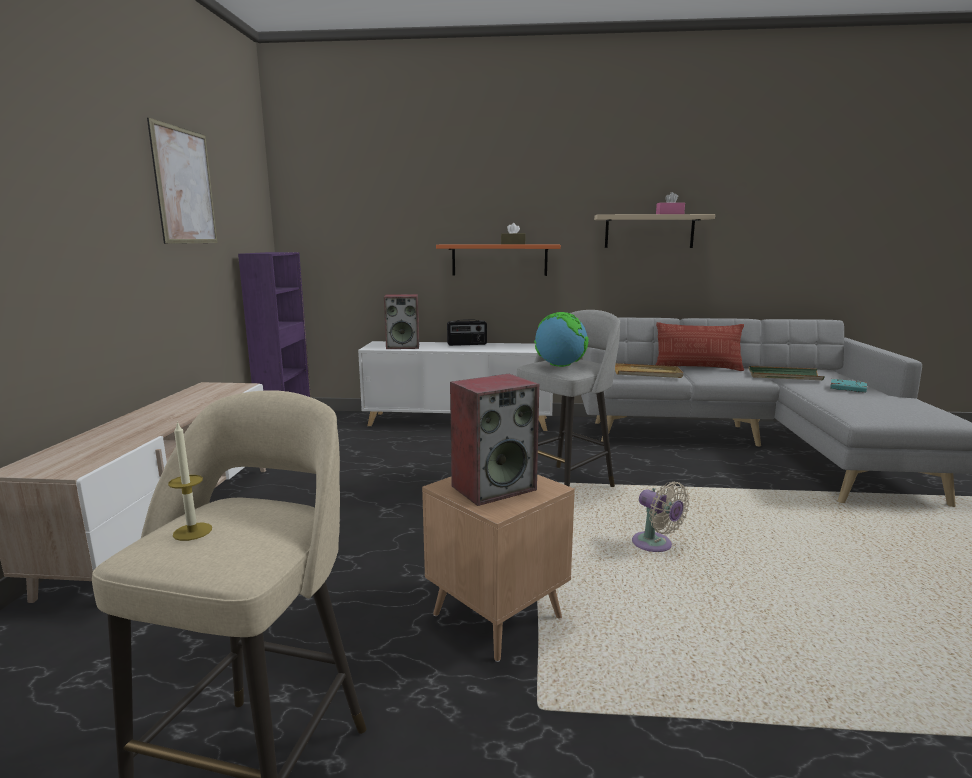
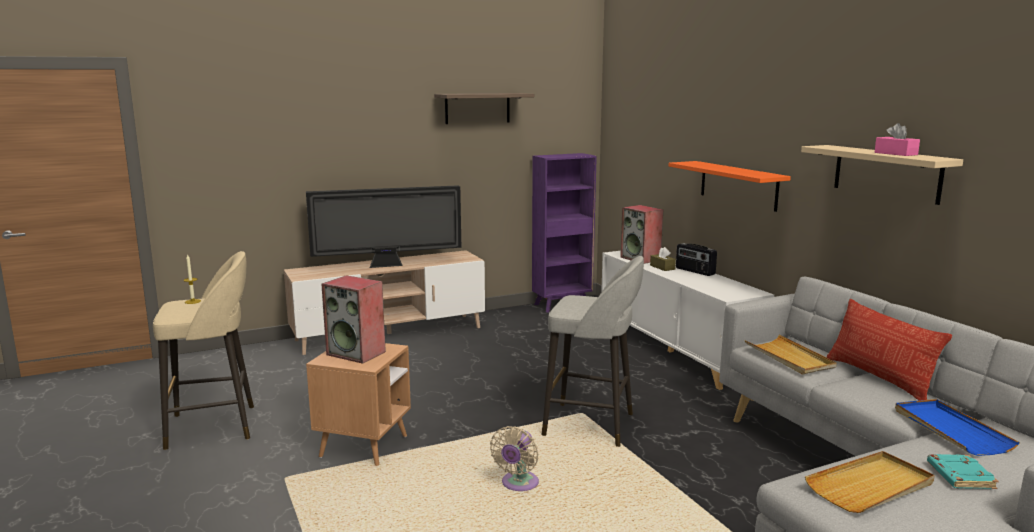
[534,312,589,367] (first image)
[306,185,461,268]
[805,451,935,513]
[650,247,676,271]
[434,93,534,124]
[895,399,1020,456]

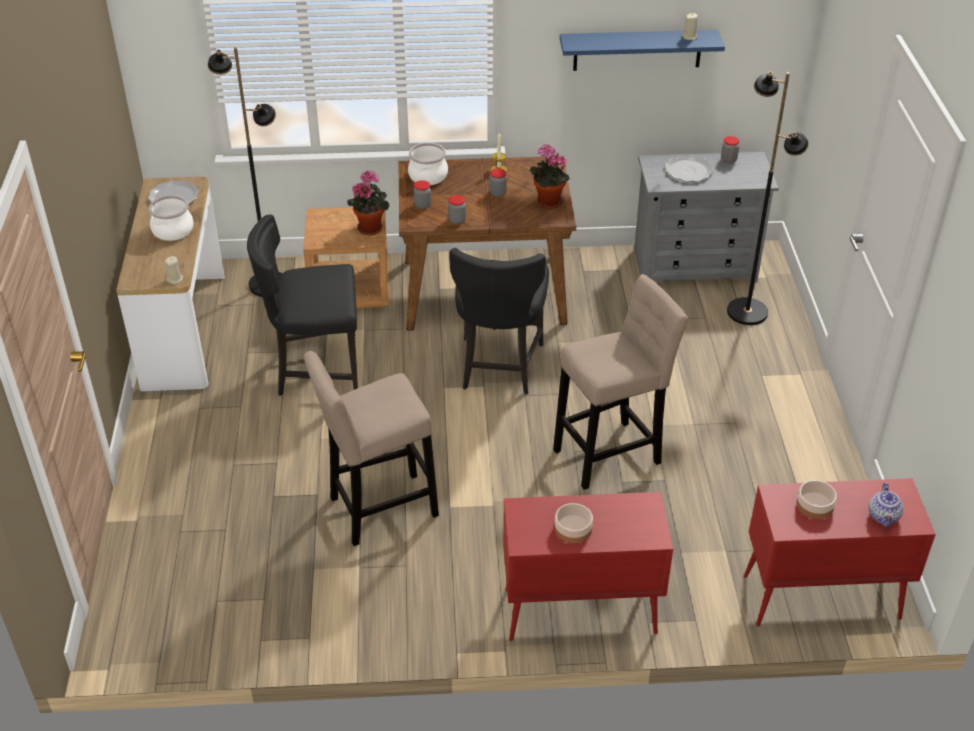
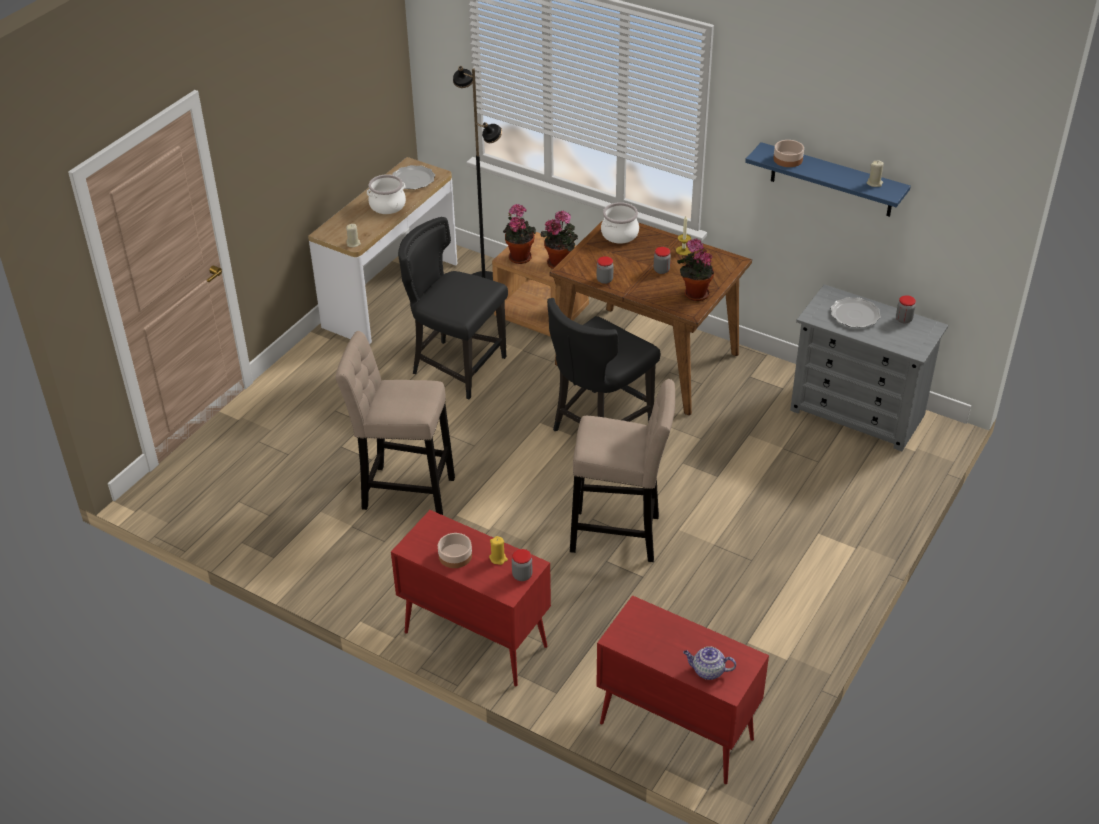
[727,71,808,325] (first image)
[489,536,508,565]
[503,204,536,264]
[512,549,533,581]
[773,140,804,167]
[683,646,736,680]

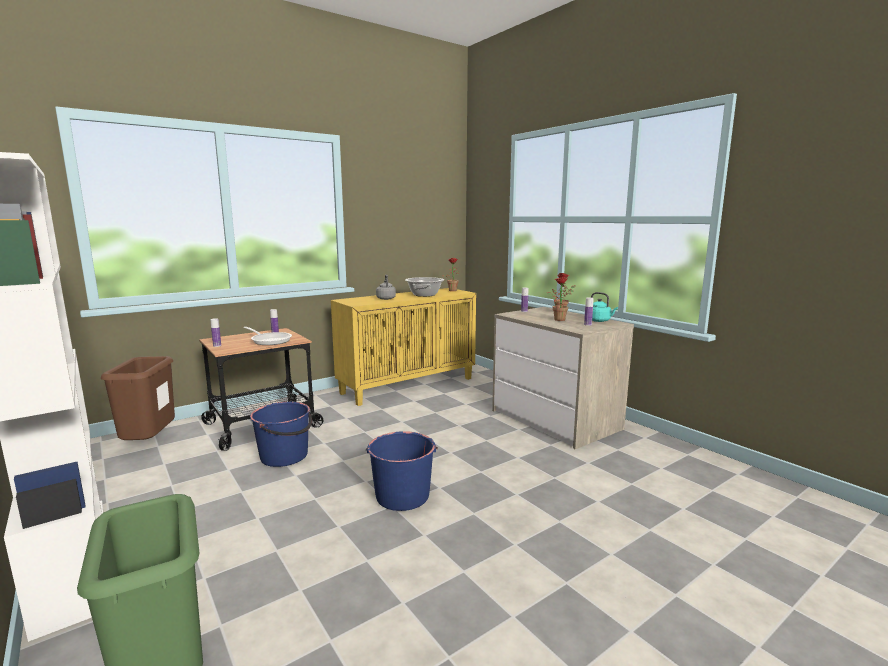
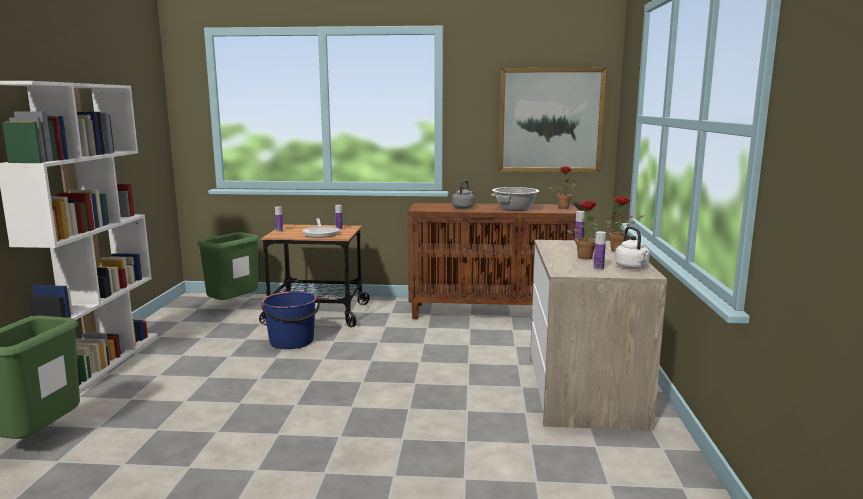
[366,431,438,511] (first image)
[499,68,606,172]
[197,232,260,300]
[408,203,579,319]
[615,226,650,269]

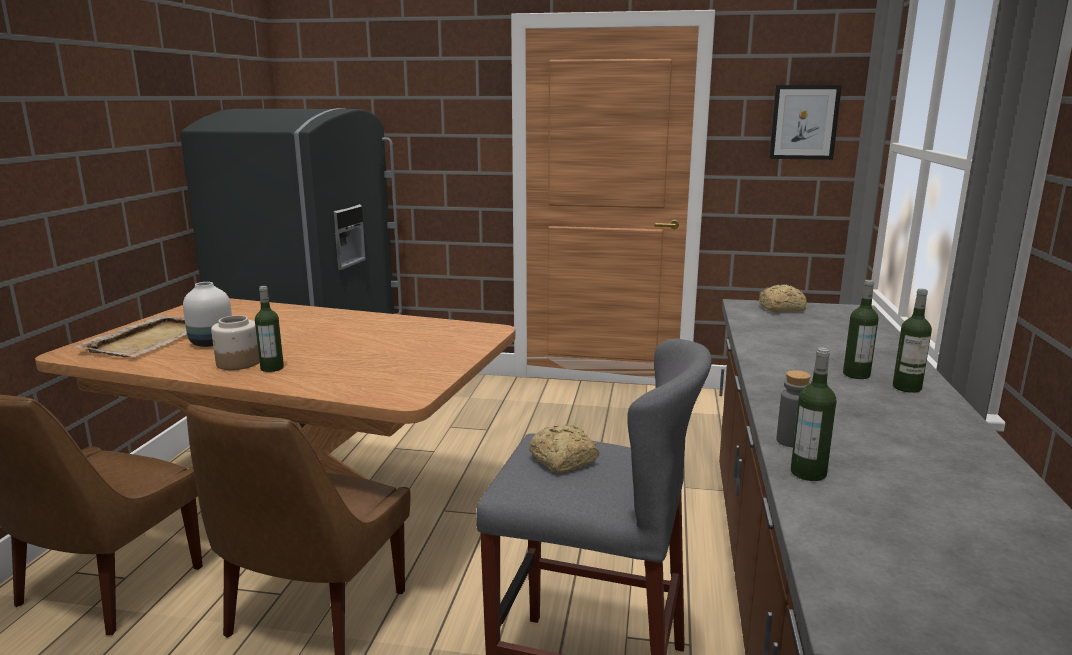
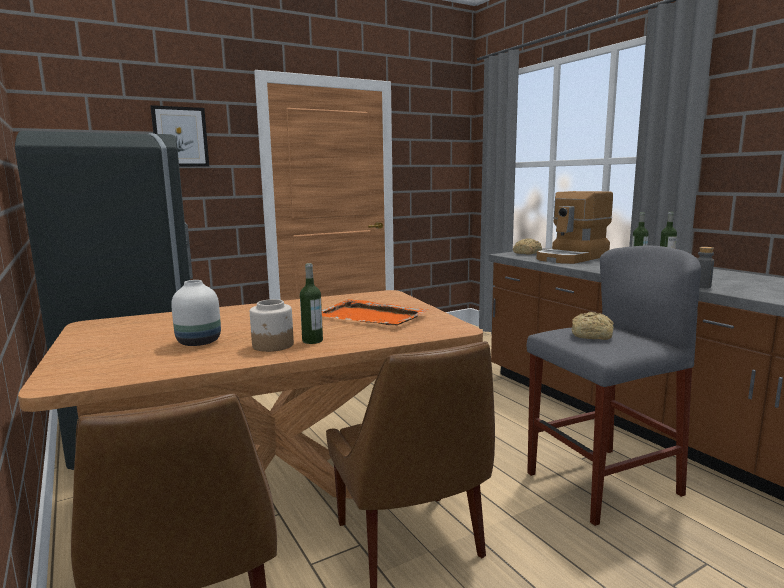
[75,315,187,357] (first image)
[791,348,836,481] (first image)
[322,299,428,326]
[537,191,613,264]
[150,105,209,167]

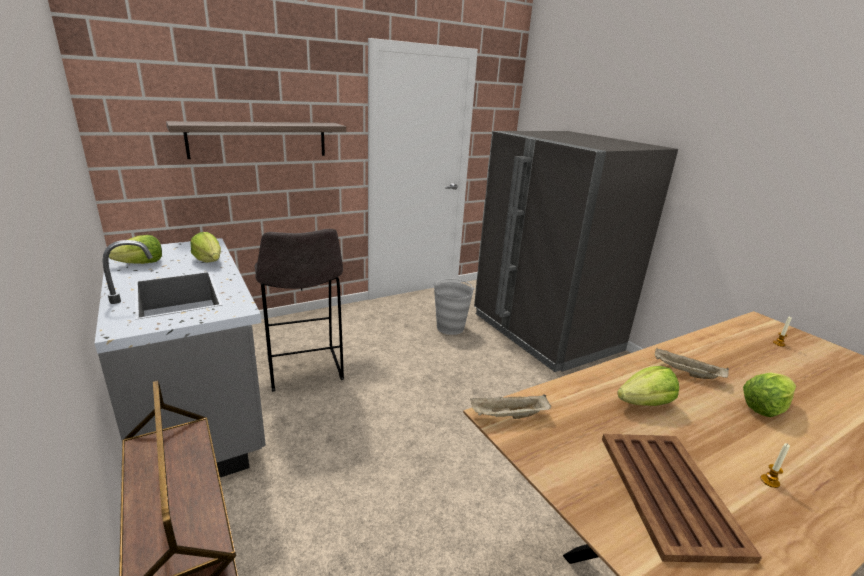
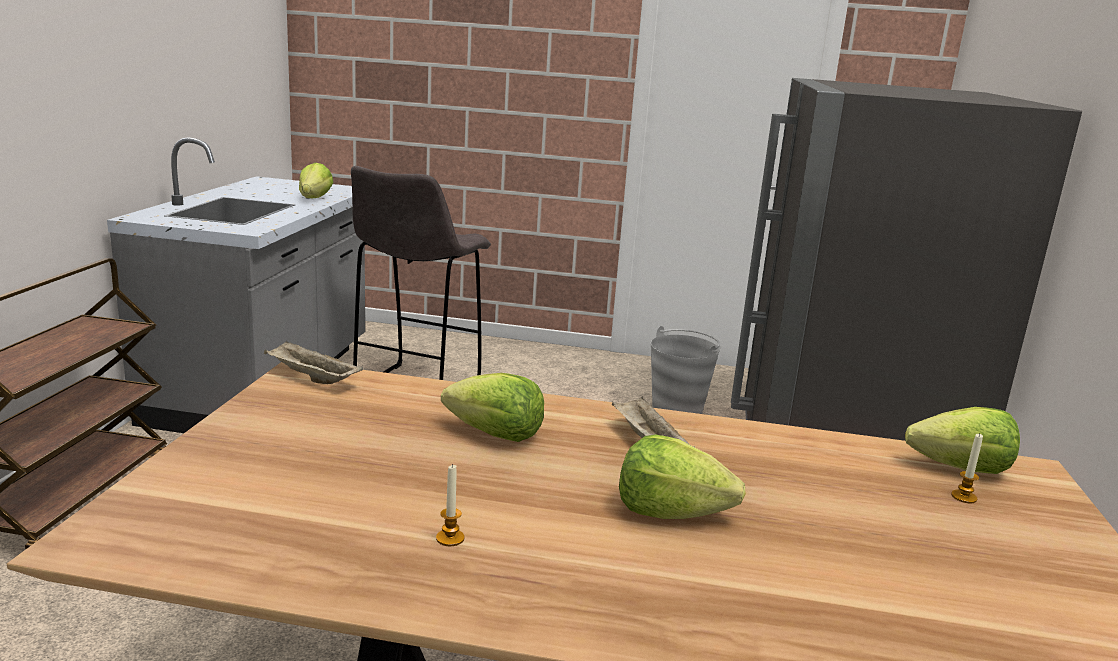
[166,121,346,159] (first image)
[602,434,762,564] (first image)
[905,407,1020,474]

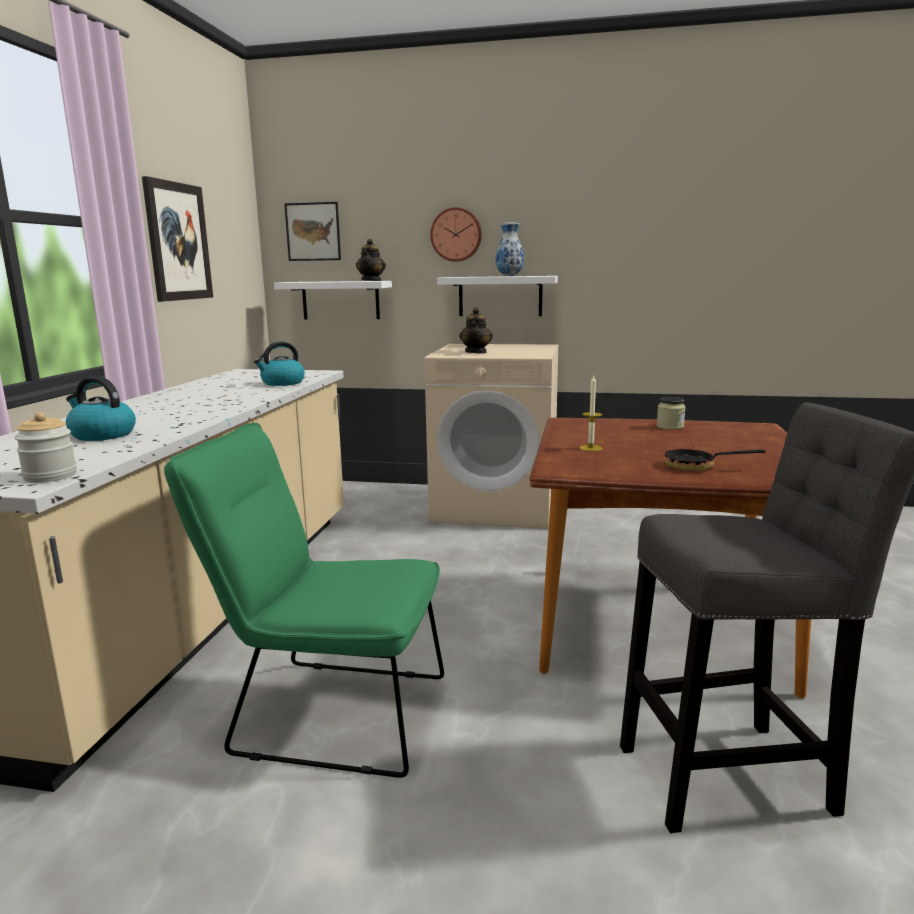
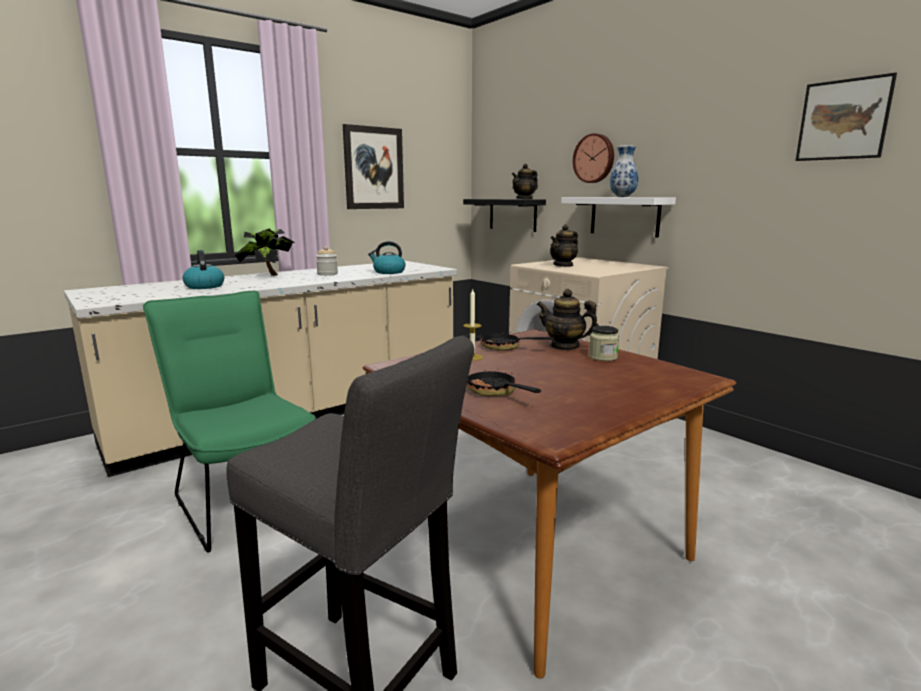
[234,229,295,276]
[480,326,555,351]
[537,289,599,351]
[316,246,338,276]
[796,73,897,161]
[463,199,546,232]

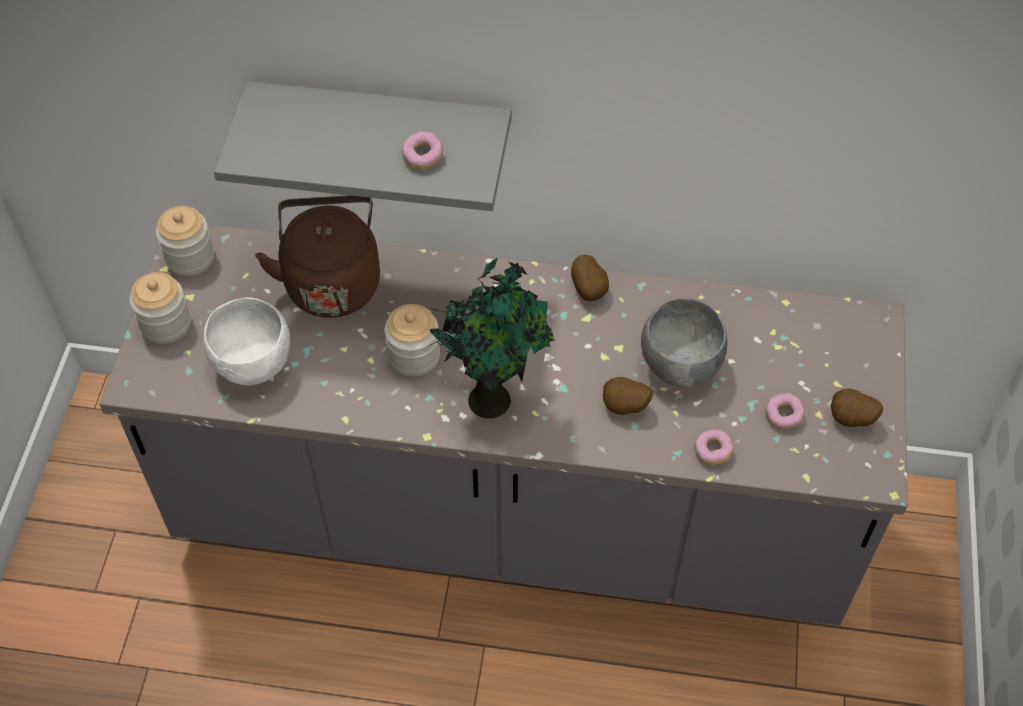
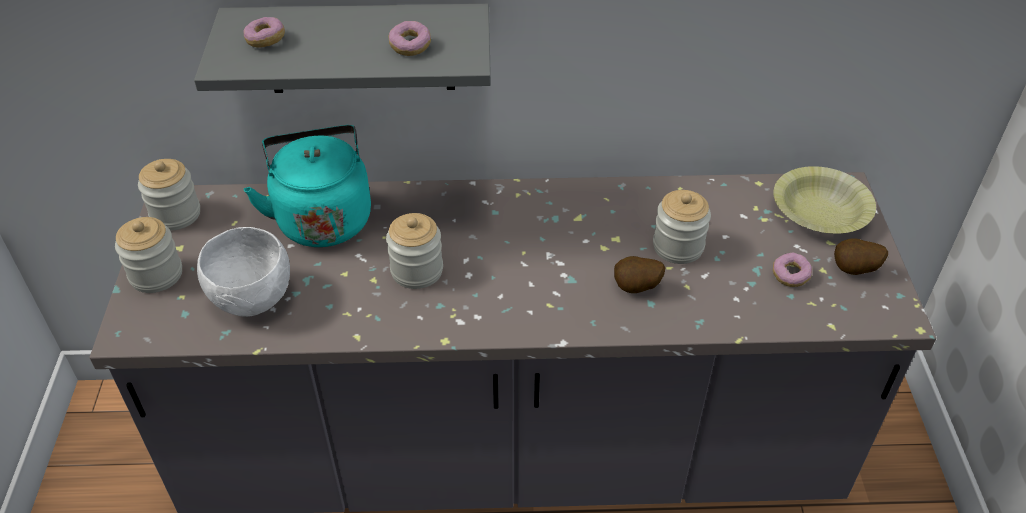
[429,257,555,419] (first image)
[571,255,609,301] (first image)
[773,166,876,234]
[244,17,285,48]
[653,190,711,264]
[244,125,371,247]

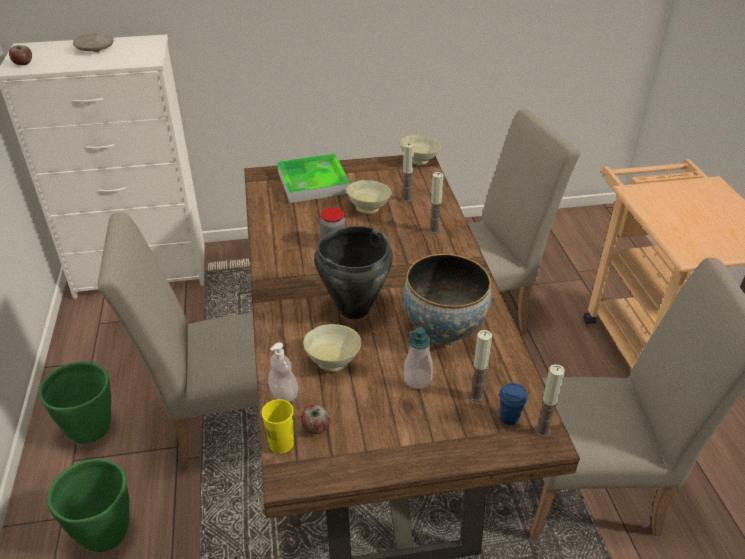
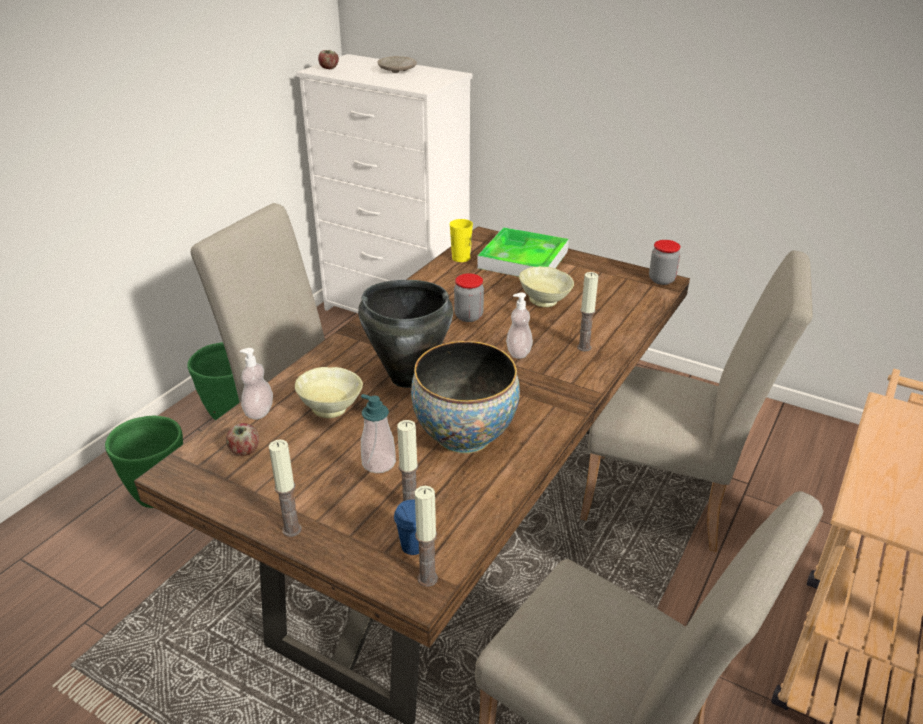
[506,292,533,359]
[450,219,473,262]
[269,440,302,537]
[649,240,680,285]

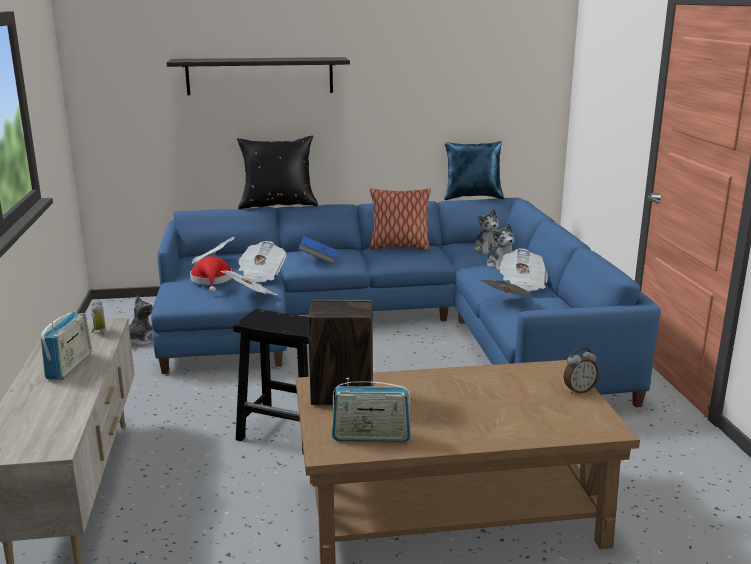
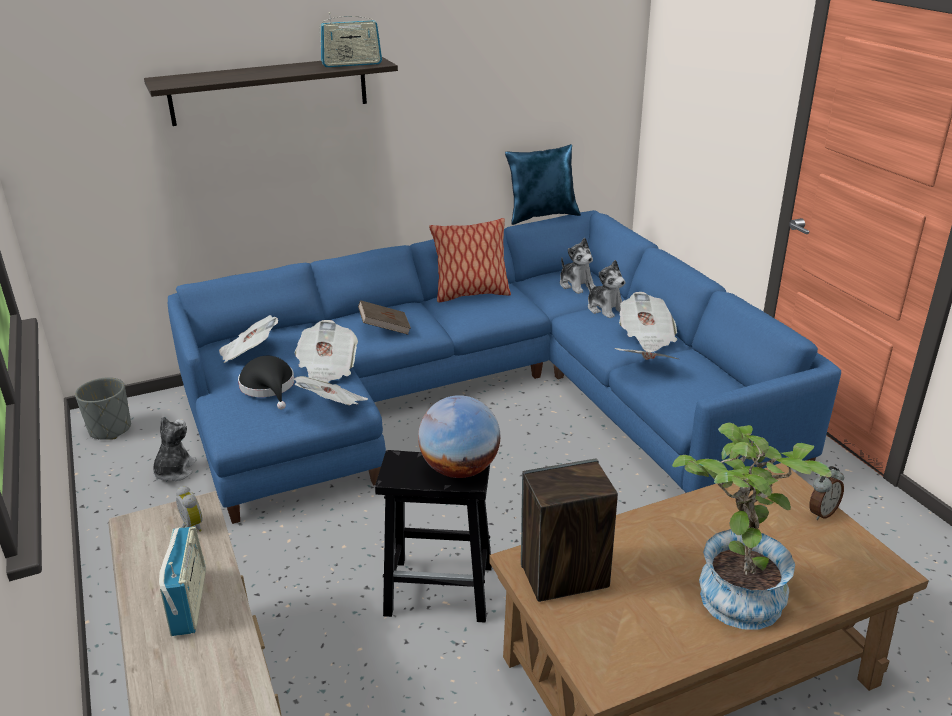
[237,136,318,209] (first image)
[75,377,131,440]
[418,395,500,478]
[672,422,832,629]
[319,12,382,67]
[238,356,294,409]
[358,300,411,335]

